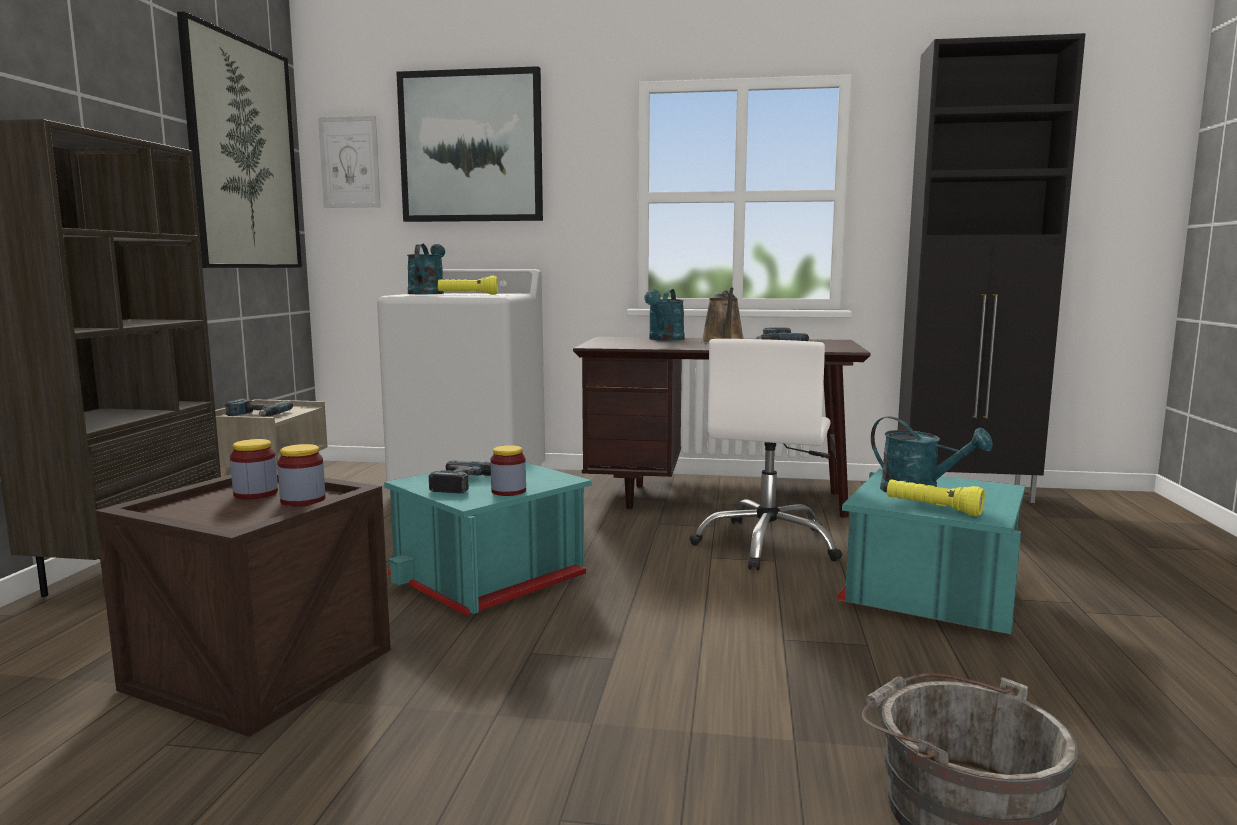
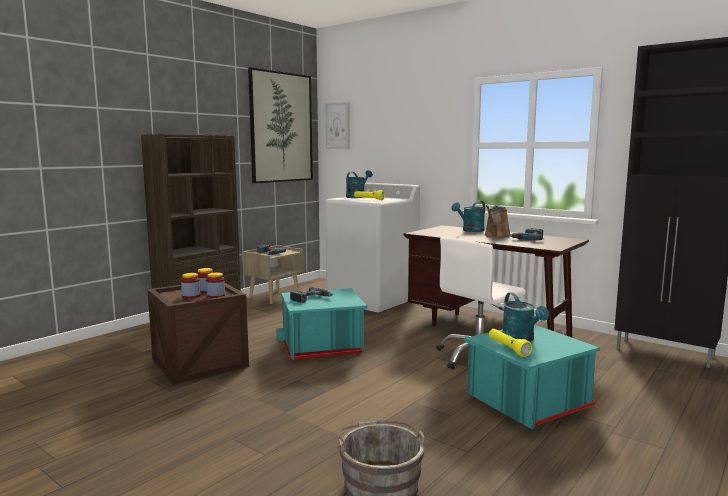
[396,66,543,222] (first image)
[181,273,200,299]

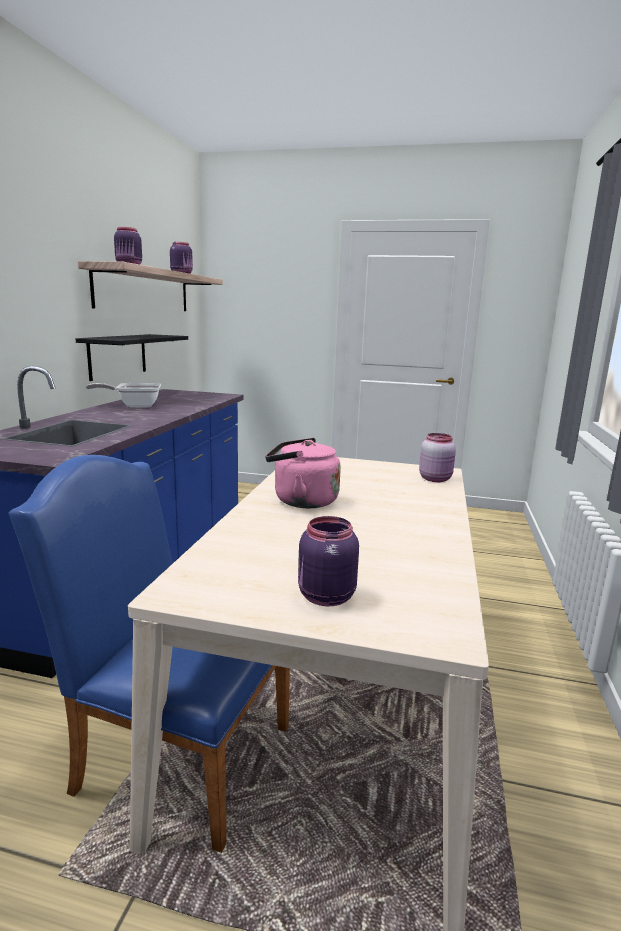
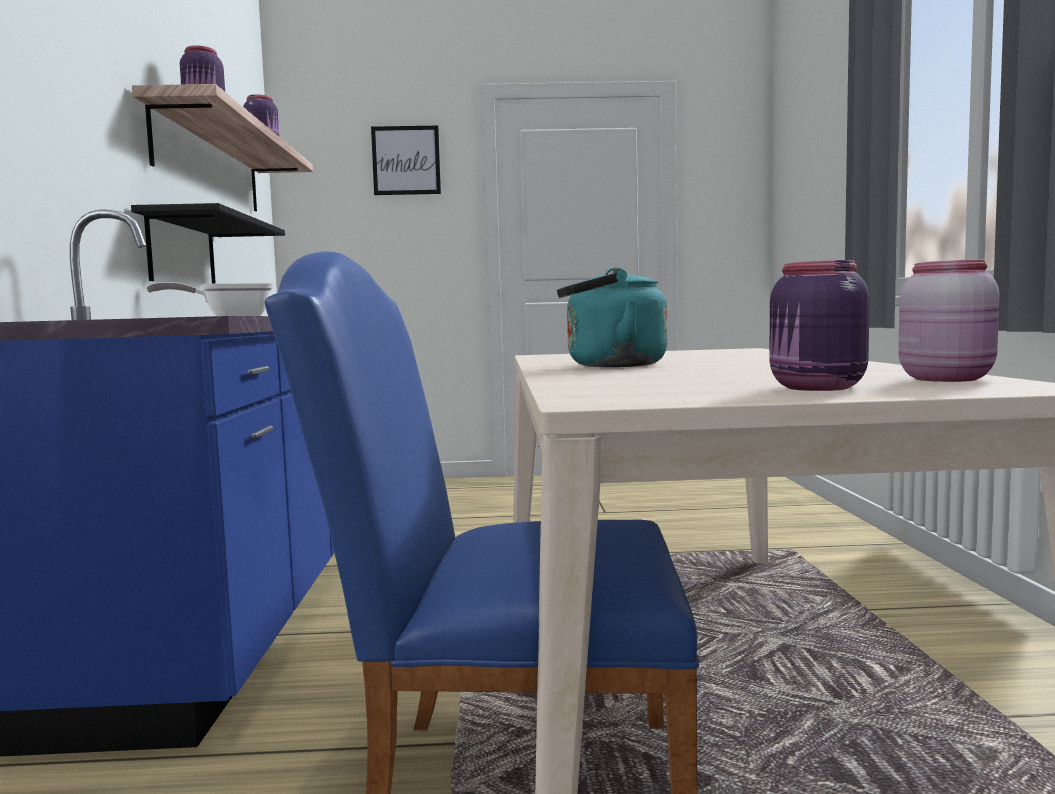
[371,126,441,195]
[898,260,999,382]
[557,267,667,367]

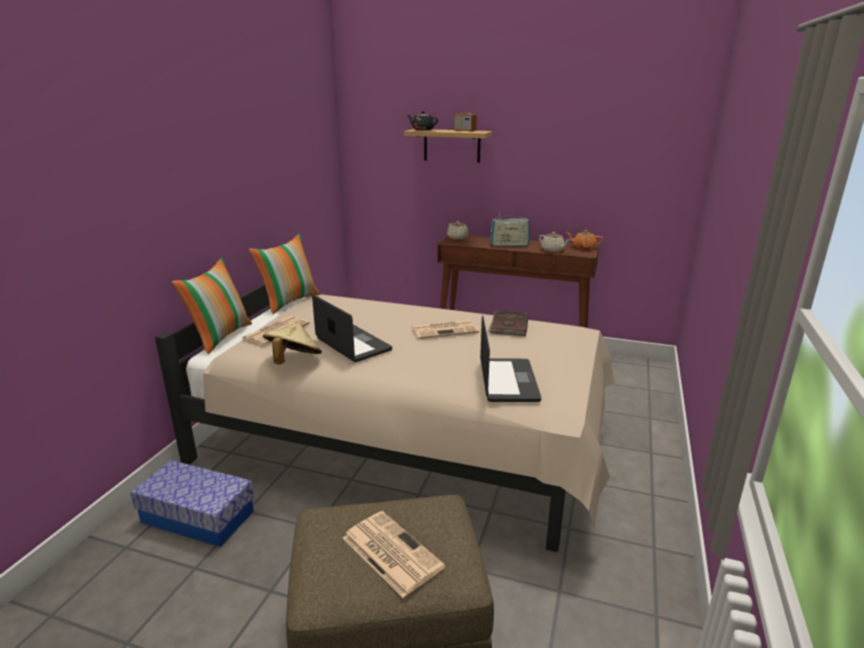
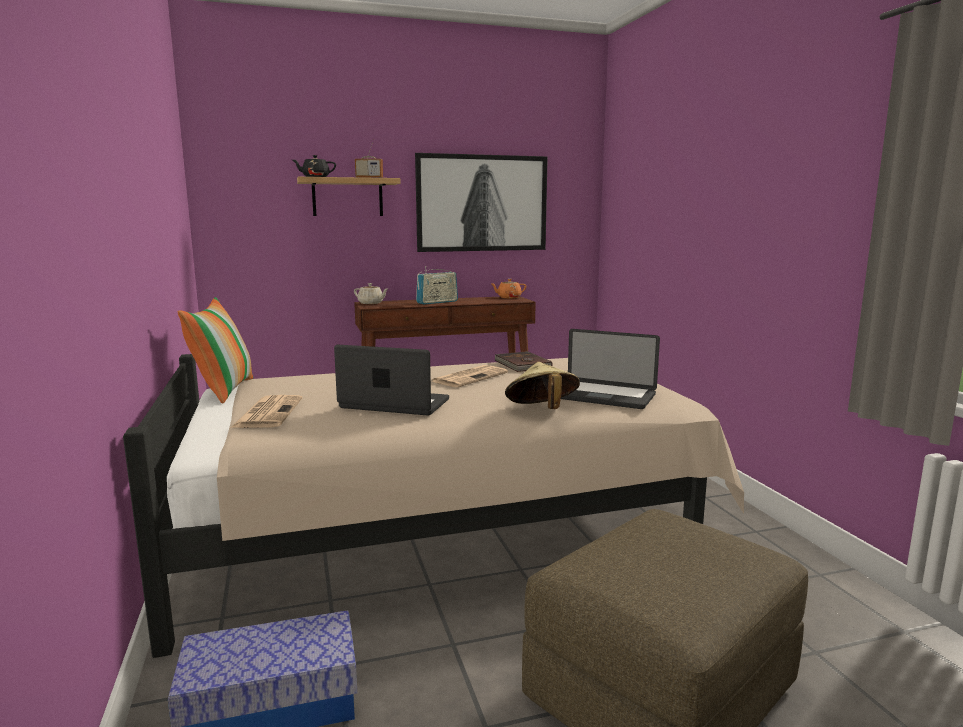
[172,258,252,354] (first image)
[343,511,445,598] (first image)
[539,232,570,252] (first image)
[415,153,548,252]
[505,362,580,409]
[561,329,660,409]

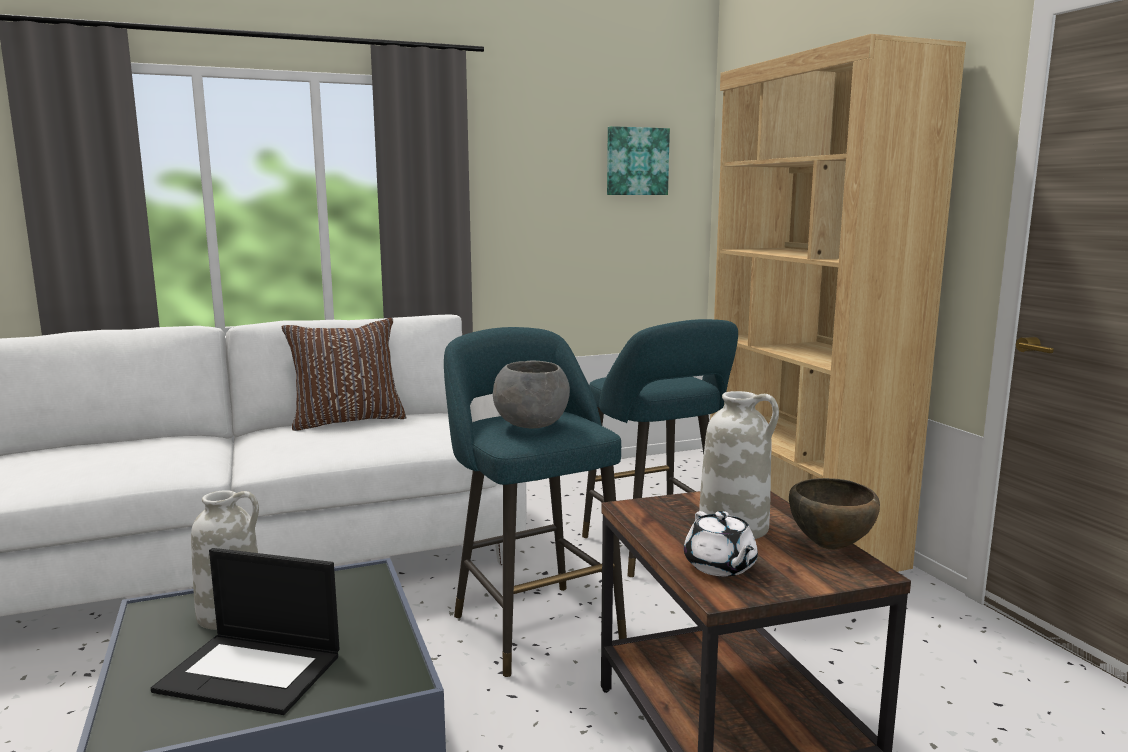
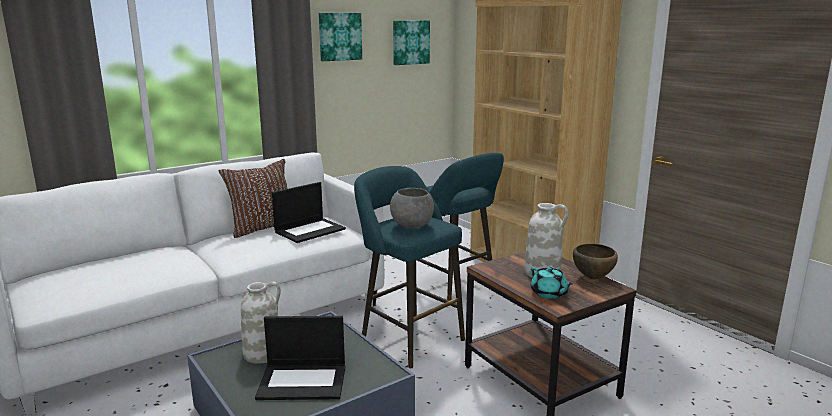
[272,182,346,243]
[319,13,362,61]
[530,267,573,299]

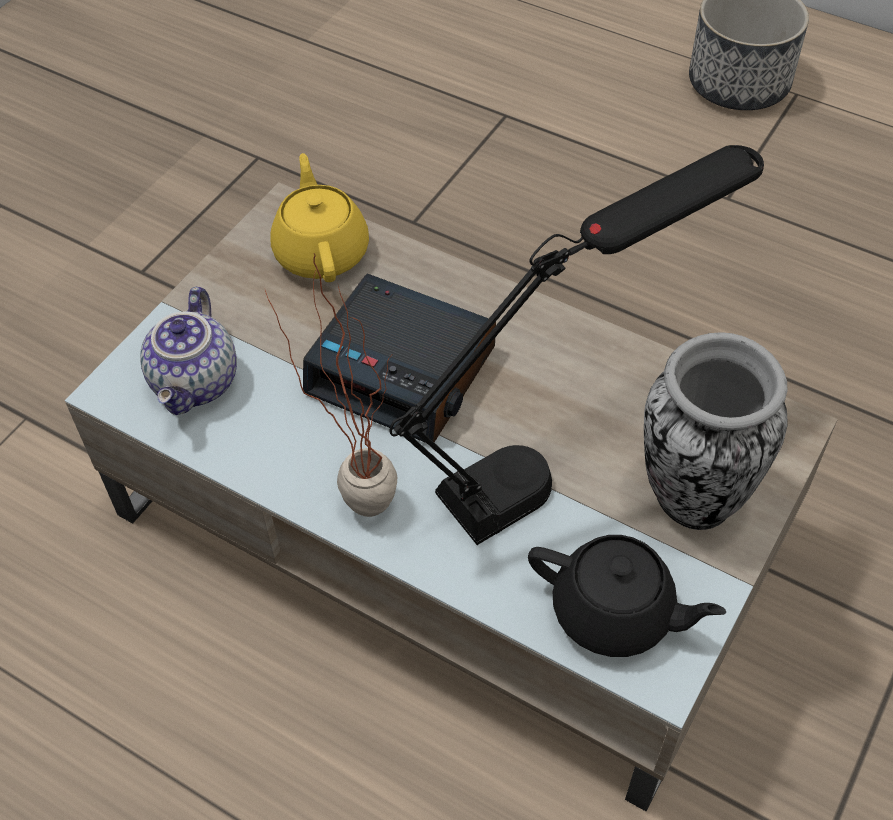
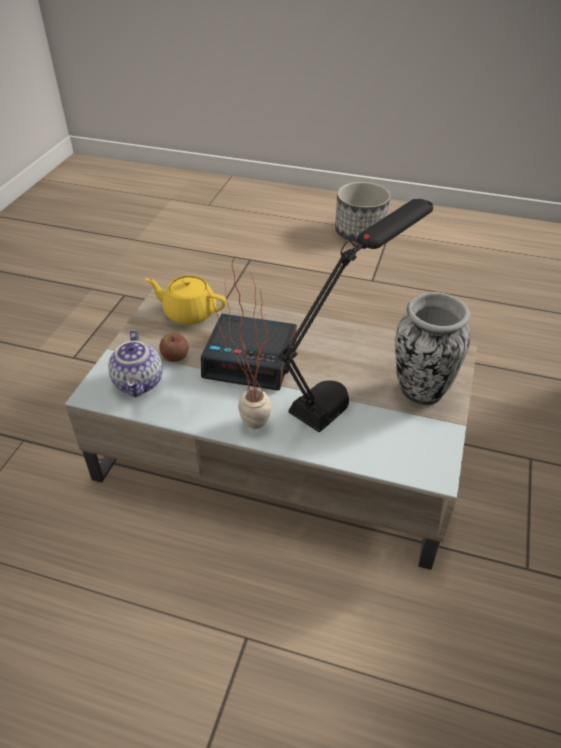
[528,535,726,657] (first image)
[159,333,188,362]
[145,276,226,325]

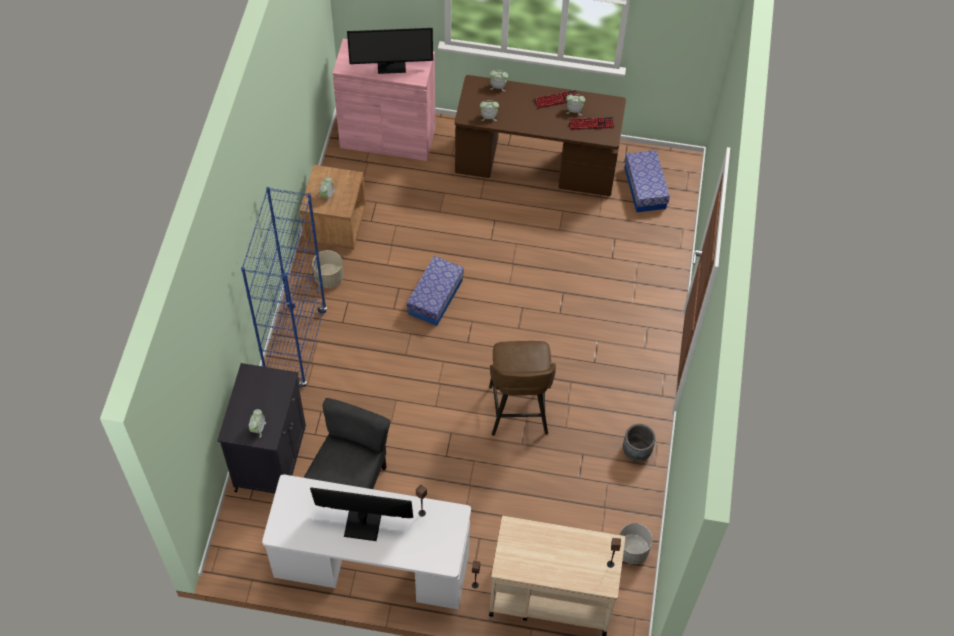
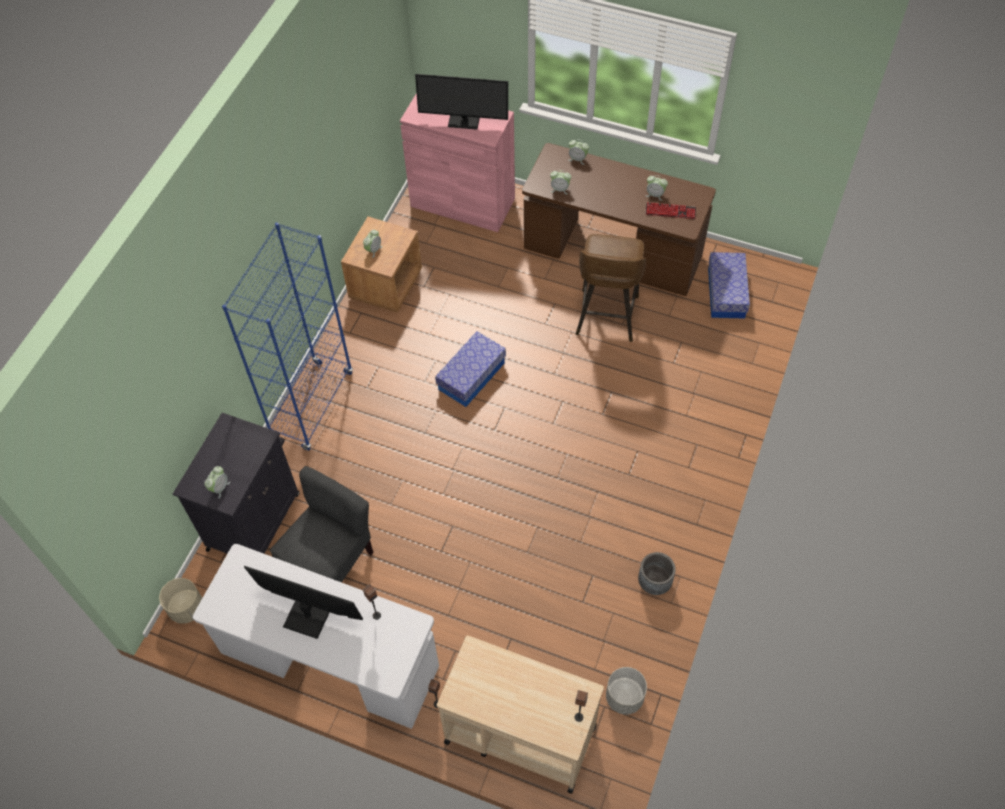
[534,90,578,109] (first image)
[159,578,202,624]
[576,234,646,342]

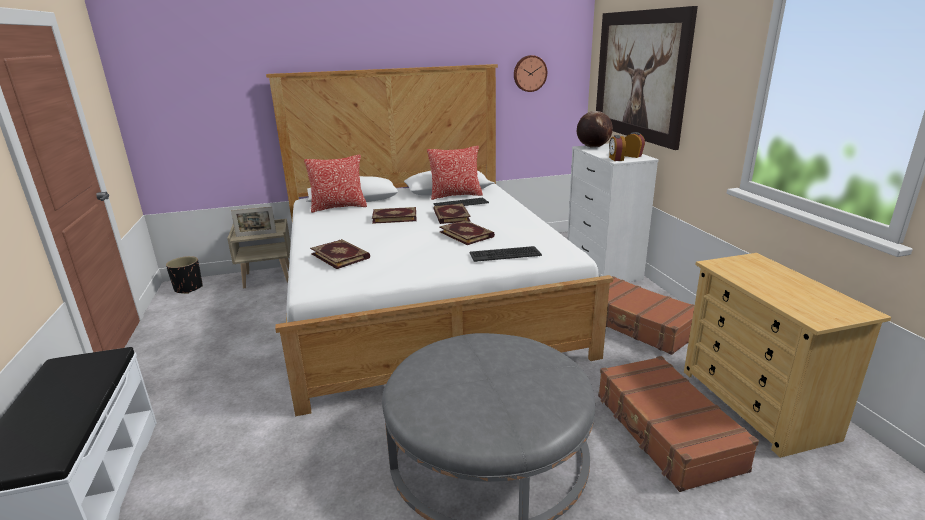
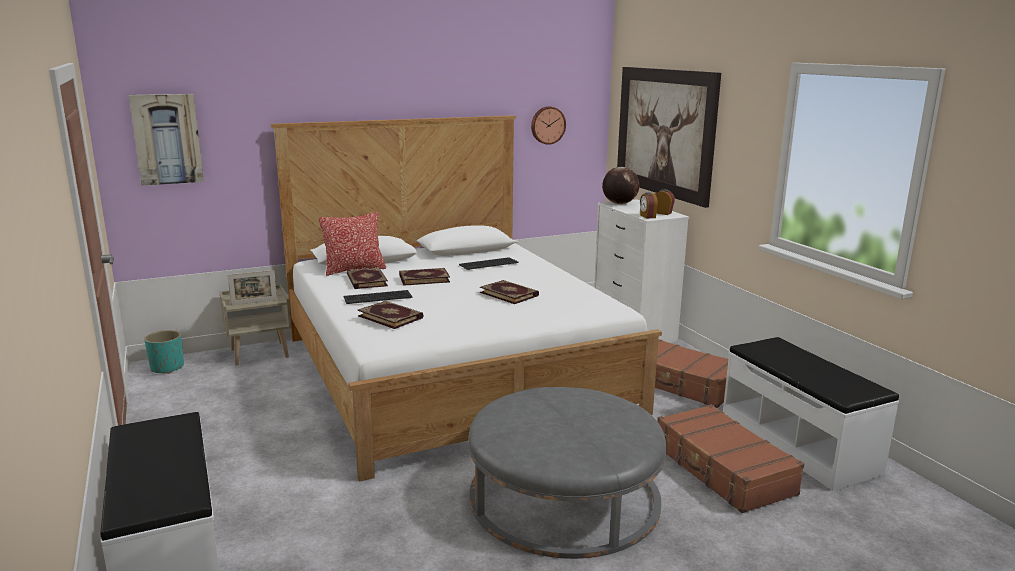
[427,146,483,200] (first image)
[129,94,204,186]
[347,267,388,289]
[344,290,413,304]
[723,337,899,491]
[144,330,184,374]

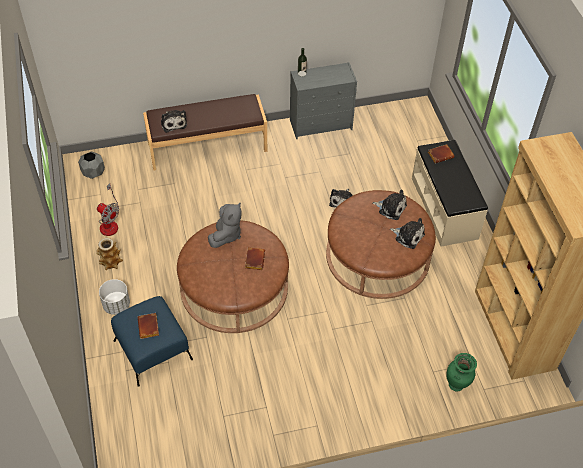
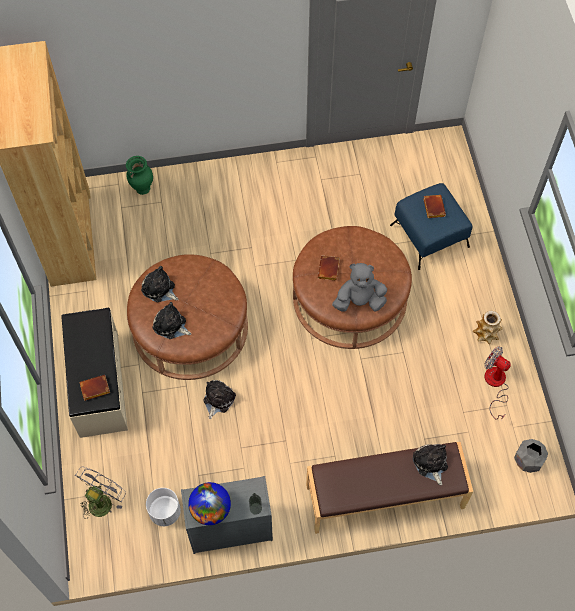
[75,466,126,519]
[188,482,231,525]
[146,488,181,526]
[332,263,387,312]

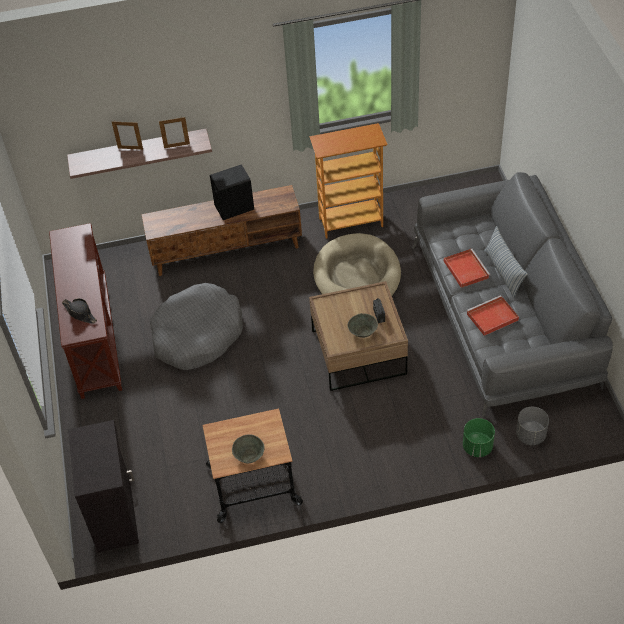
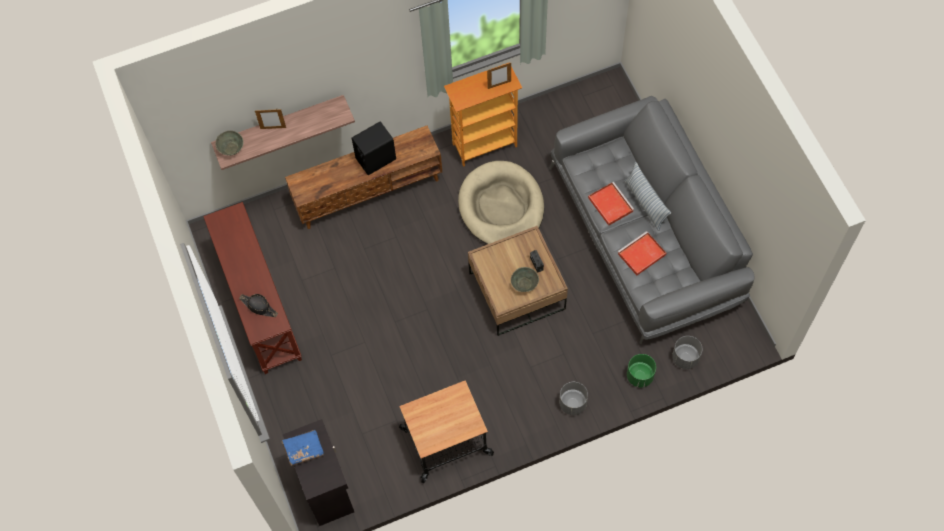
[150,283,243,370] (first image)
[282,430,324,466]
[559,382,588,415]
[487,63,511,89]
[216,130,243,156]

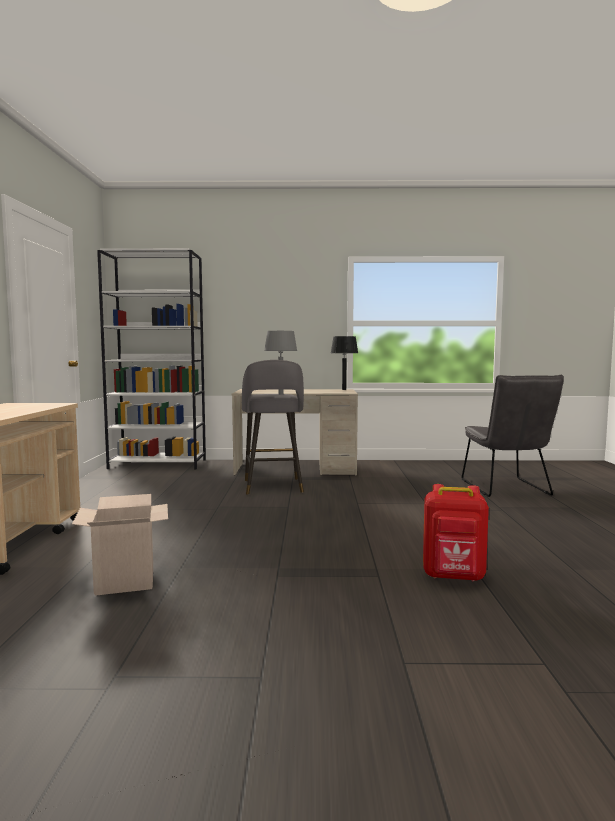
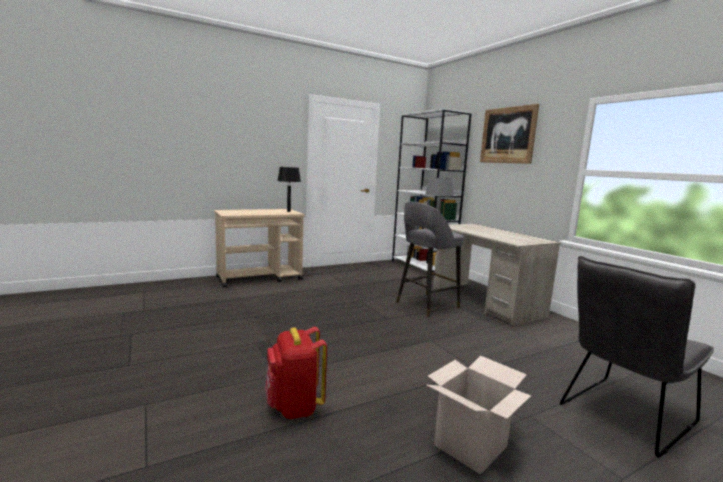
[480,104,539,164]
[426,356,531,475]
[277,167,301,212]

